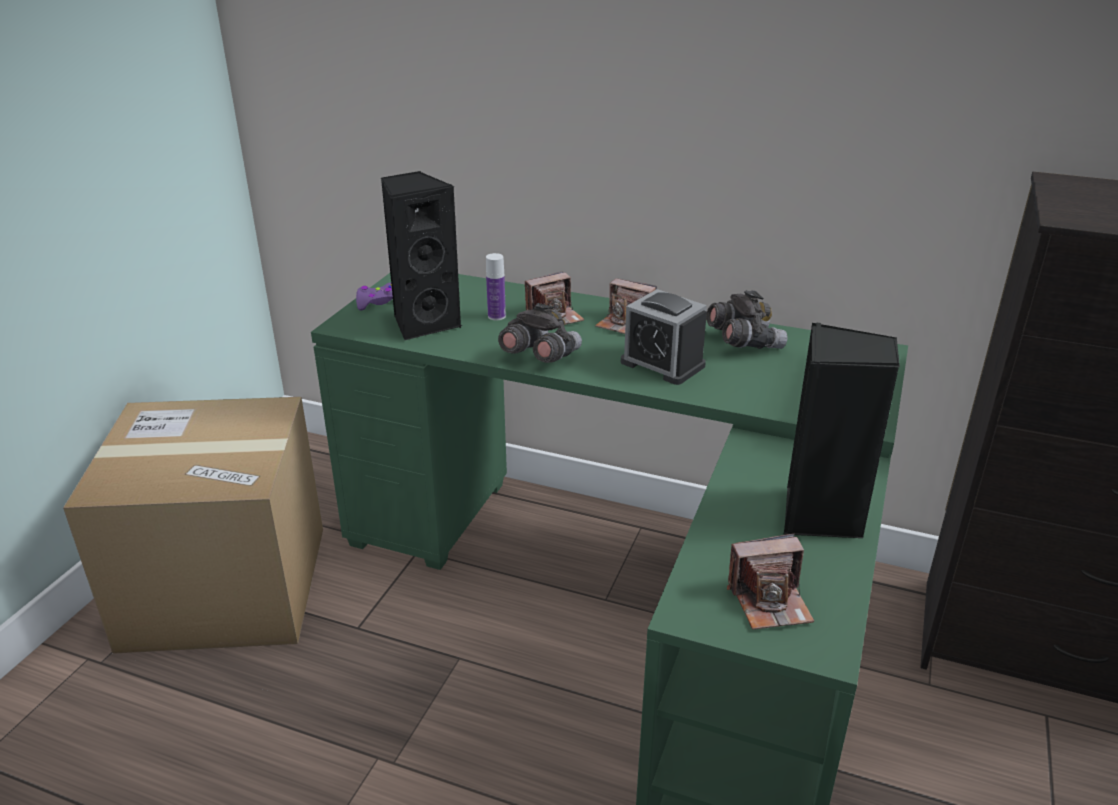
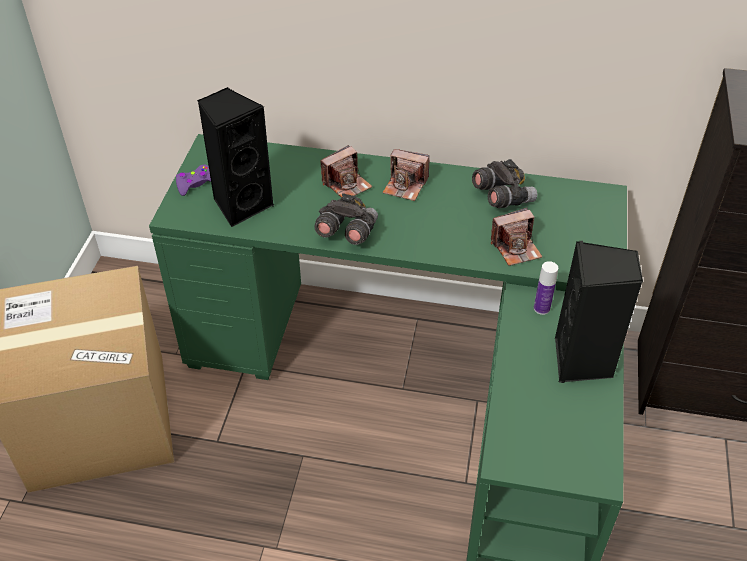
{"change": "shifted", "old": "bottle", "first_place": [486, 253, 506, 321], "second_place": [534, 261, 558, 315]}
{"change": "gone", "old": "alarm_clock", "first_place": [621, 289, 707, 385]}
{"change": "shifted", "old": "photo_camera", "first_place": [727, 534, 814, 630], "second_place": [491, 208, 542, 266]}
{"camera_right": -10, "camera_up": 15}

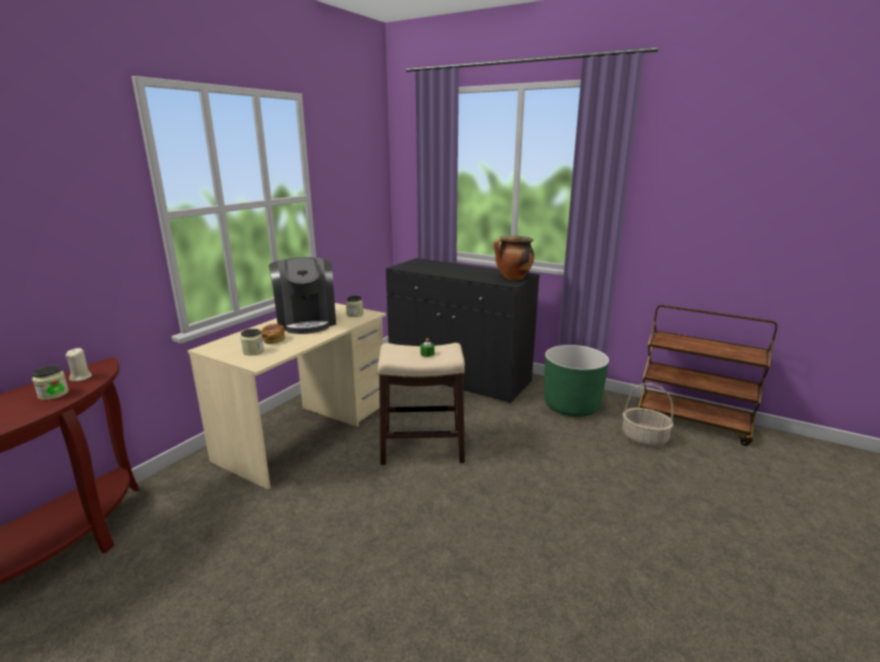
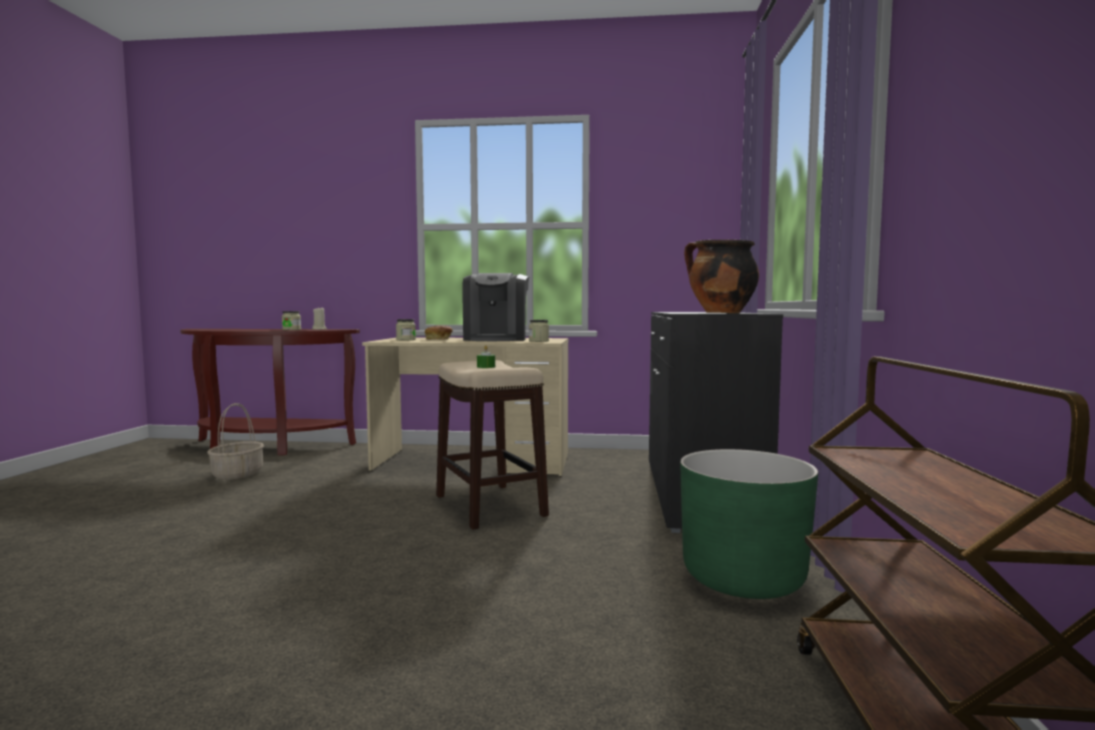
{"change": "rotated", "old": "coffee_machine", "first_place": [269, 257, 336, 334], "second_place": [462, 273, 529, 341], "degrees": -45}
{"change": "shifted", "old": "basket", "first_place": [622, 383, 673, 447], "second_place": [207, 403, 264, 480]}
{"camera_right": 65, "camera_up": -15}

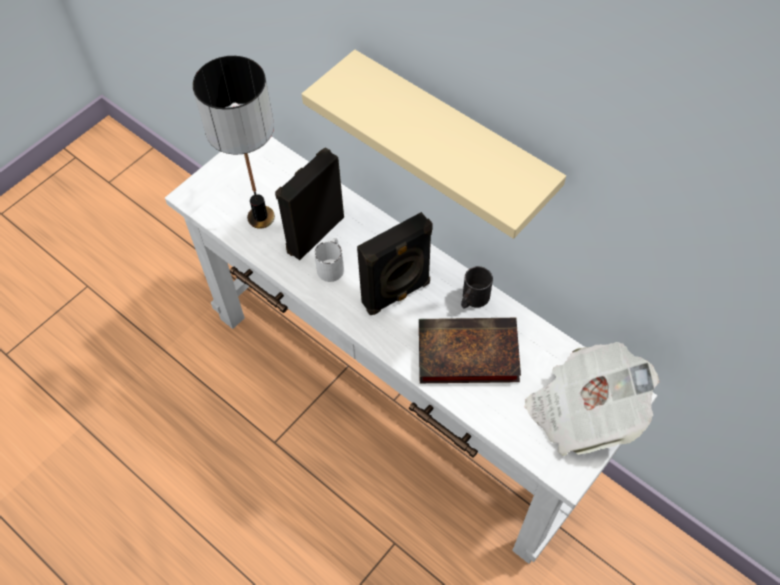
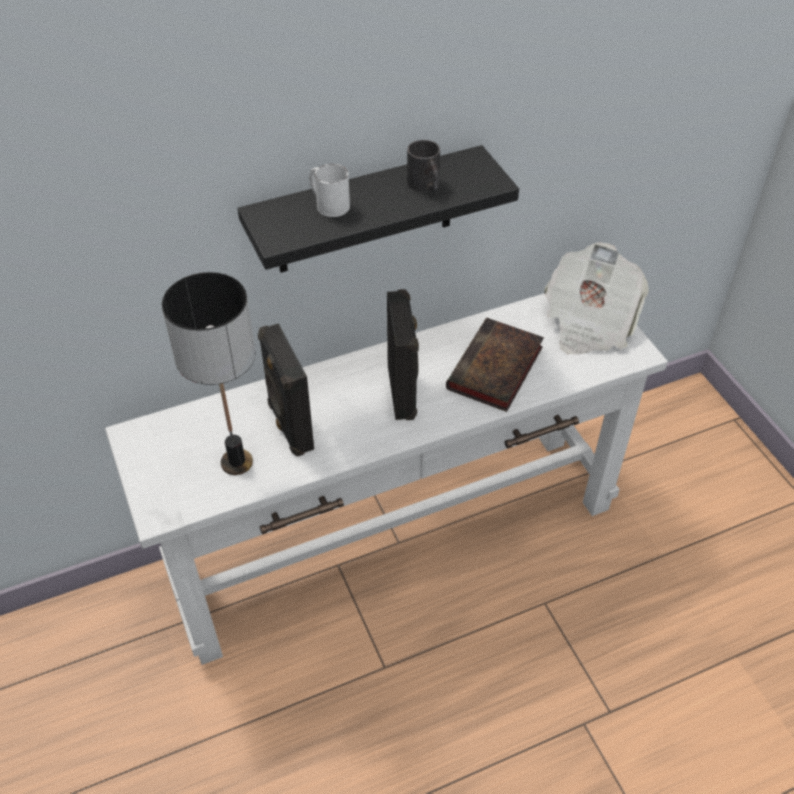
{"change": "repainted", "old": "beige_shelf", "new": "black_shelf", "first_place": [302, 50, 566, 239], "second_place": [238, 145, 519, 273]}
{"change": "shifted", "old": "white_mug", "first_place": [314, 238, 344, 282], "second_place": [309, 164, 350, 217]}
{"change": "shifted", "old": "black_mug", "first_place": [461, 266, 493, 308], "second_place": [407, 140, 440, 192]}
{"camera_right": -65, "camera_up": -10}

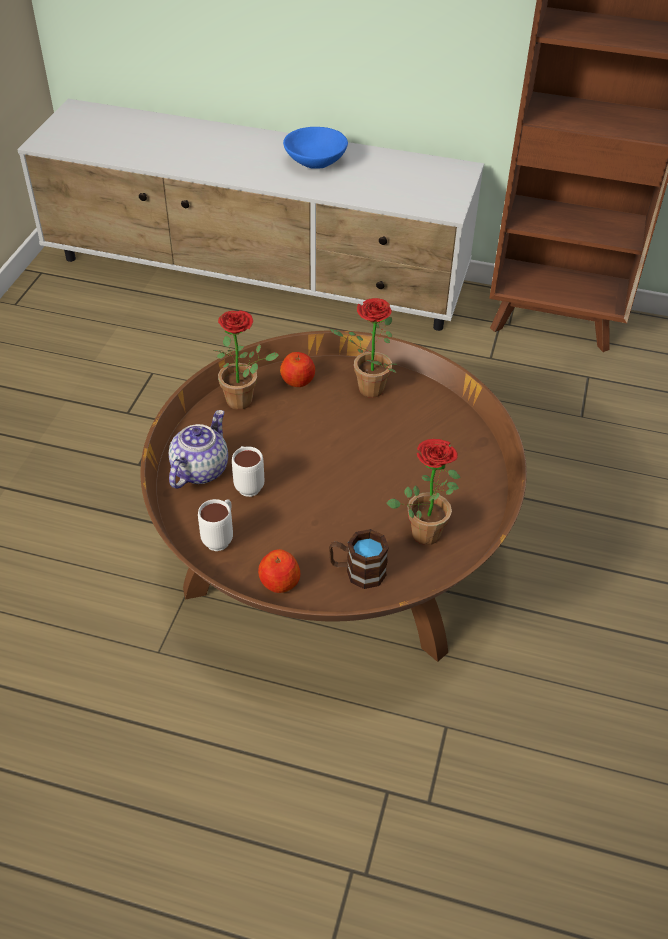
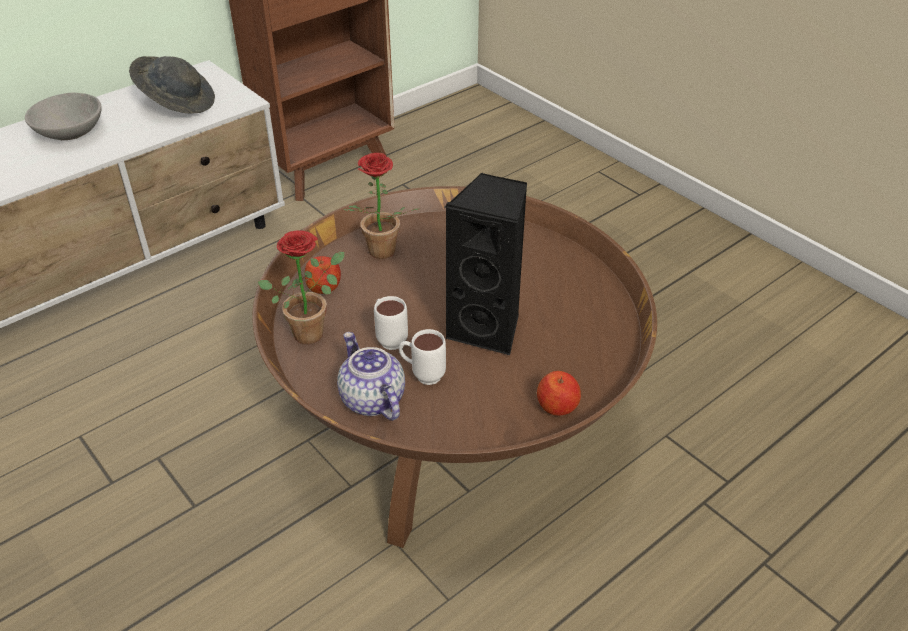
{"change": "repainted", "old": "blue_bowl", "new": "grey_bowl", "first_place": [283, 127, 348, 169], "second_place": [25, 93, 102, 140]}
{"change": "gone", "old": "potted_plant", "first_place": [386, 439, 461, 545]}
{"change": "shifted", "old": "white_mug", "first_place": [198, 499, 233, 551], "second_place": [374, 296, 408, 350]}
{"change": "gone", "old": "brown_mug", "first_place": [329, 529, 389, 589]}
{"change": "new", "new": "grey_hat", "second_place": [129, 56, 215, 113]}
{"change": "new", "new": "black_speaker", "second_place": [444, 173, 527, 356]}
{"camera_right": -55, "camera_up": -5}

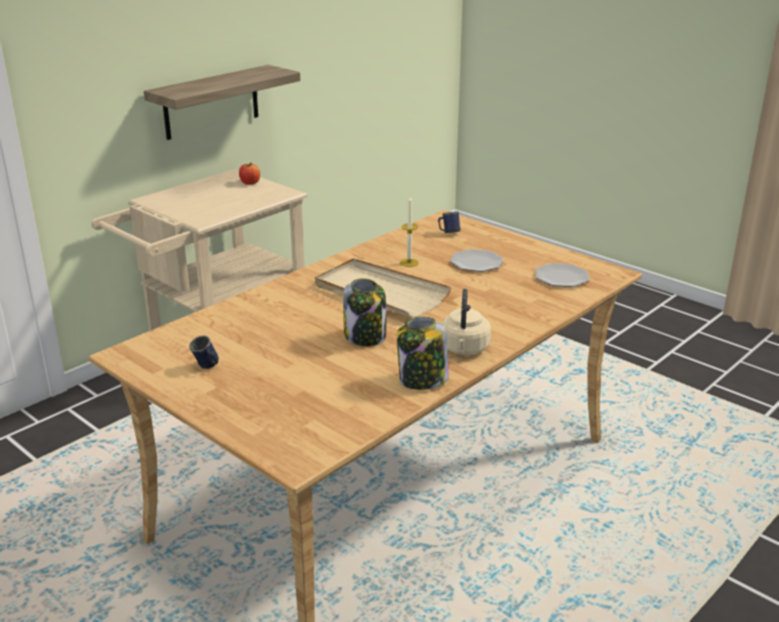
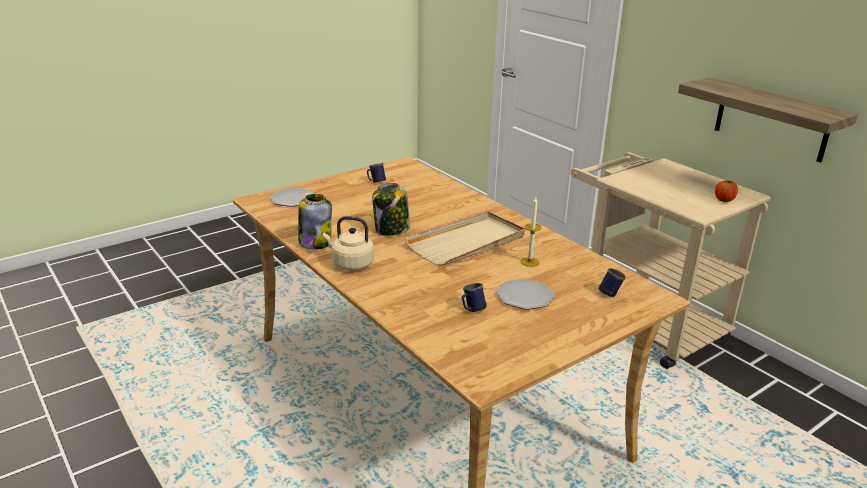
{"change": "shifted", "old": "plate", "first_place": [535, 263, 589, 287], "second_place": [270, 188, 314, 207]}
{"change": "new", "new": "blue_mug", "second_place": [462, 283, 487, 312]}
{"camera_right": 100, "camera_up": 0}

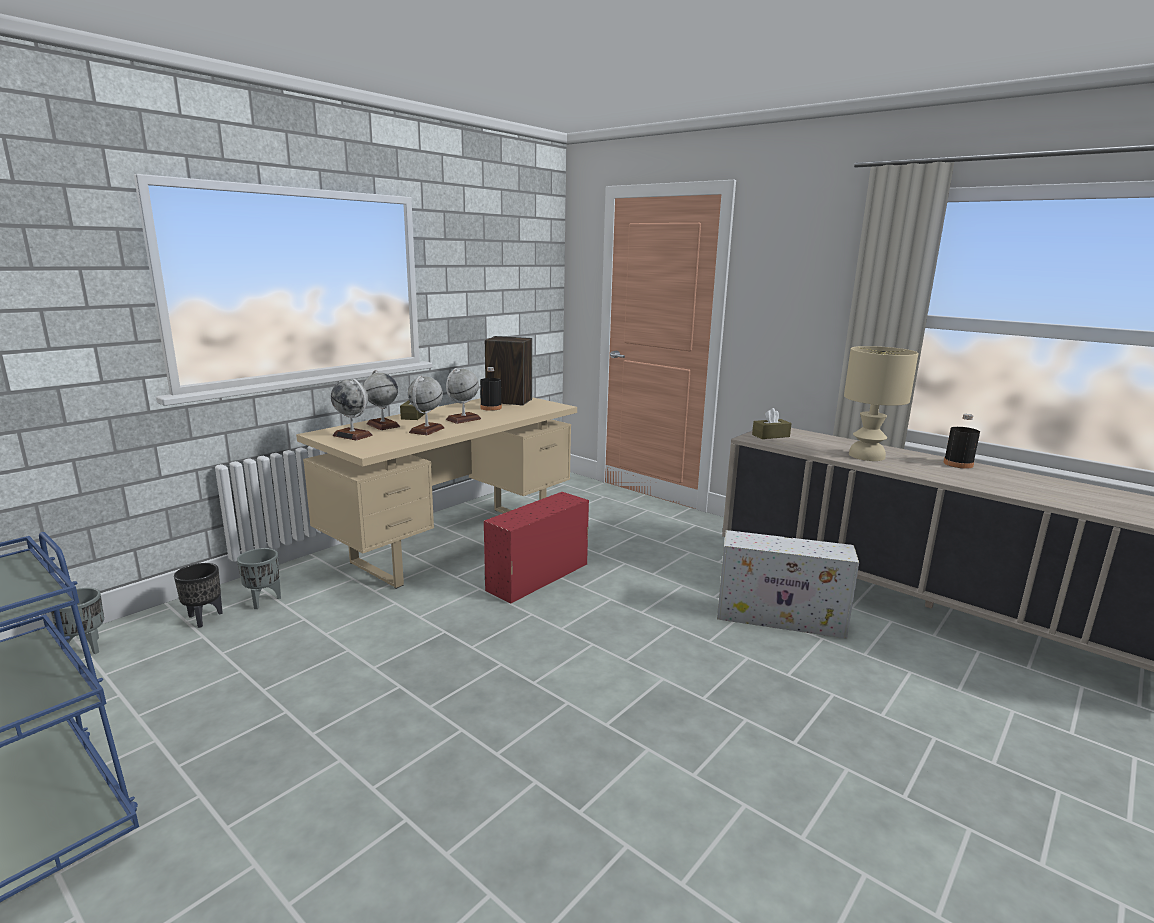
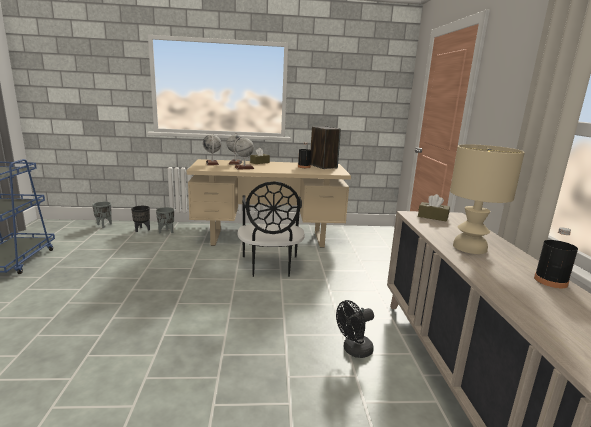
{"change": "gone", "old": "globe", "first_place": [446, 368, 481, 424]}
{"change": "swapped", "old": "red_storage_box", "new": "black_chair", "first_place": [484, 492, 589, 603], "second_place": [237, 182, 305, 277]}
{"change": "swapped", "old": "white_storage_box", "new": "black_fan", "first_place": [717, 530, 859, 639], "second_place": [336, 300, 374, 358]}
{"camera_right": 45, "camera_up": 0}

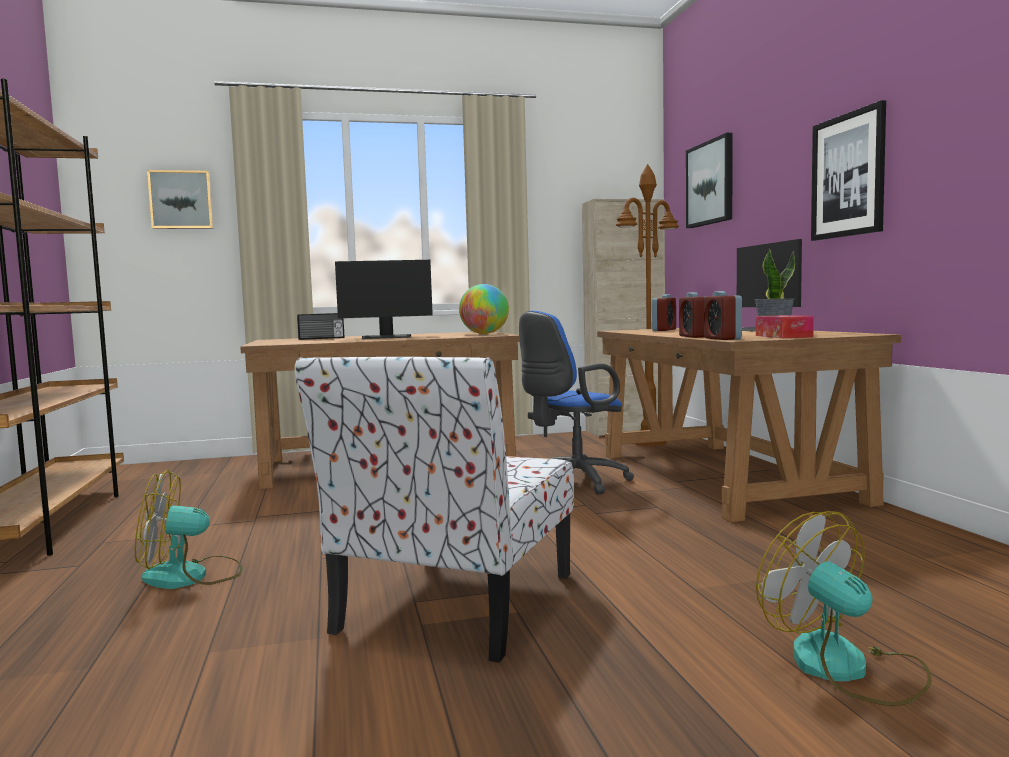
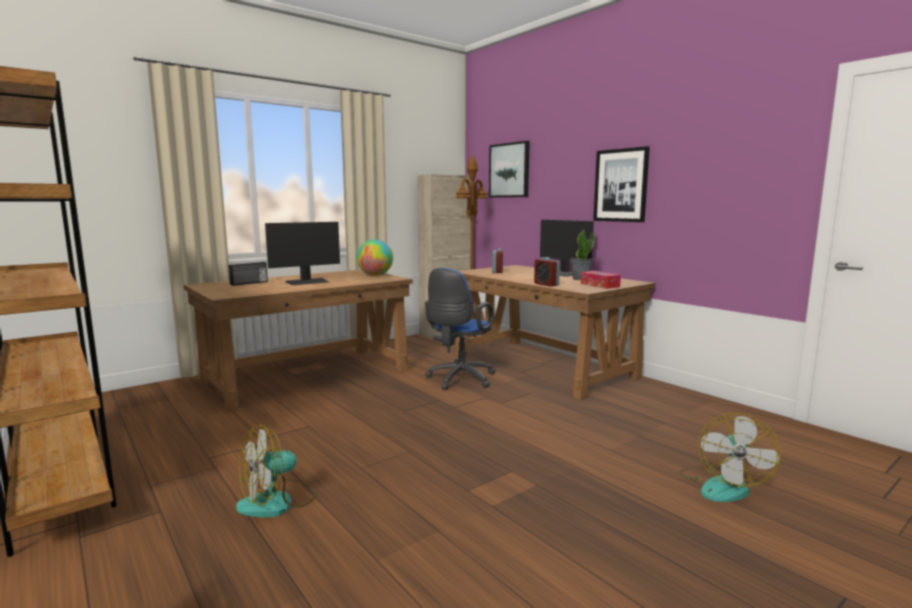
{"change": "gone", "old": "picture", "first_place": [147, 170, 213, 229]}
{"change": "gone", "old": "alarm_clock", "first_place": [704, 291, 742, 340]}
{"change": "gone", "old": "chair", "first_place": [294, 357, 574, 662]}
{"change": "rotated", "old": "fan", "first_place": [756, 511, 932, 706], "second_place": [680, 413, 781, 502], "degrees": -105}
{"camera_right": -25, "camera_up": 5}

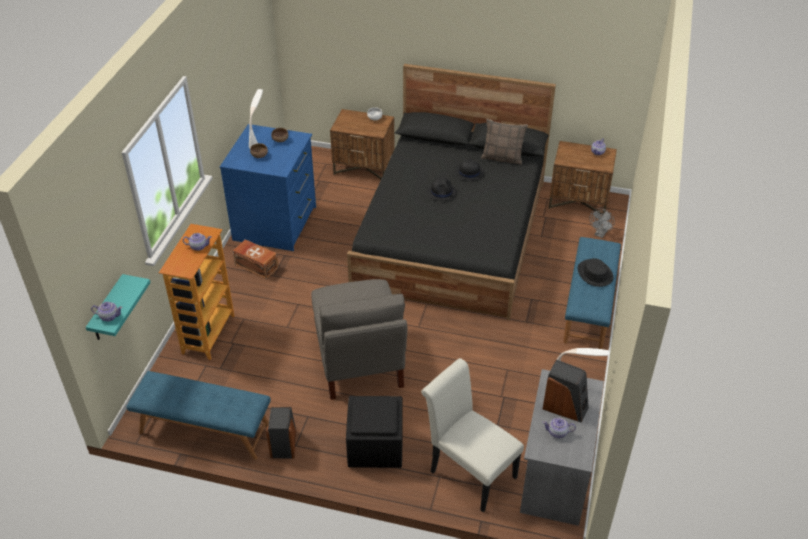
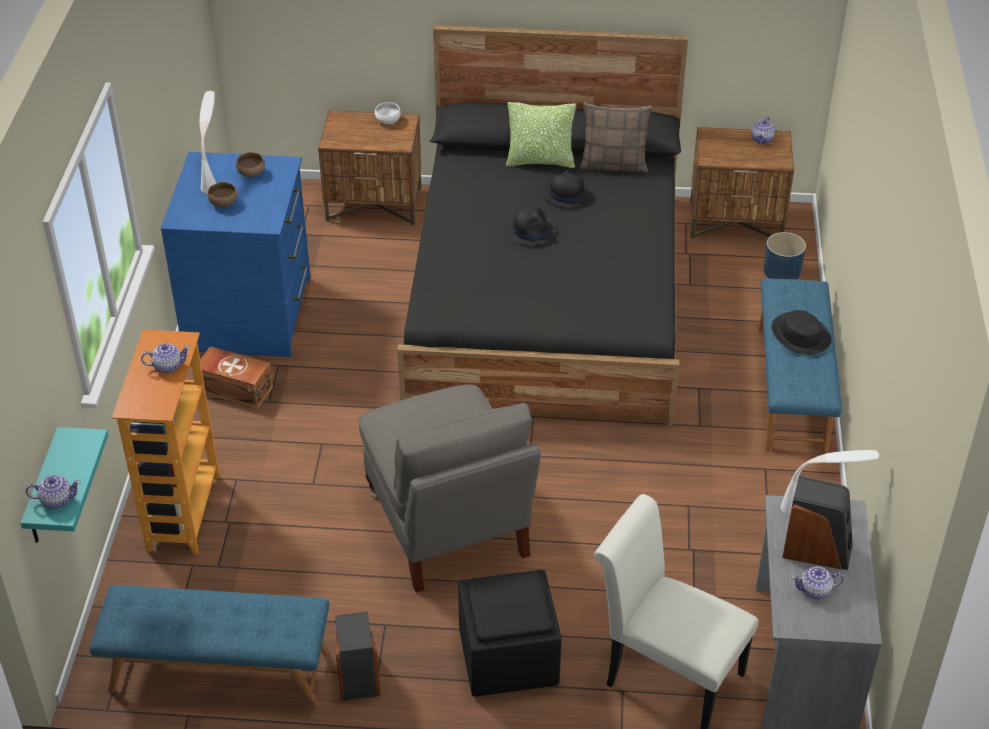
{"change": "swapped", "old": "grey_fan", "new": "blue_planter", "first_place": [589, 208, 615, 238], "second_place": [764, 232, 806, 279]}
{"change": "new", "new": "pillow", "second_place": [506, 102, 576, 168]}
{"camera_right": -10, "camera_up": 0}

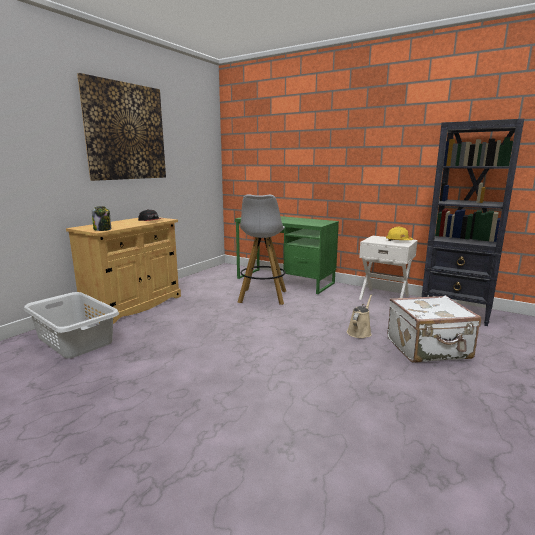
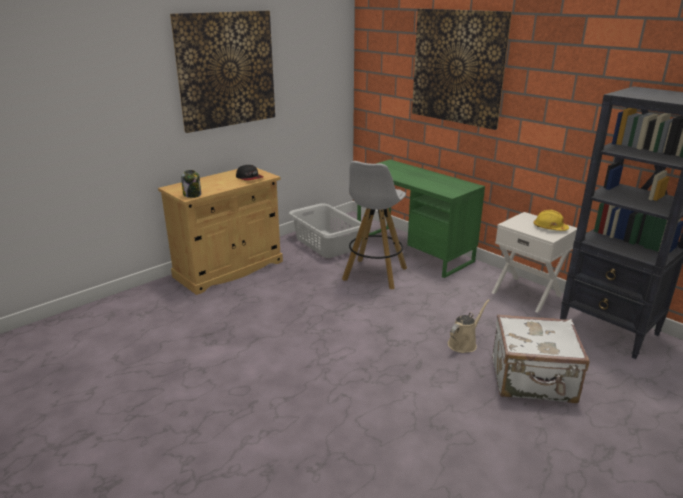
{"change": "shifted", "old": "grey_laundry_basket", "first_place": [24, 292, 119, 358], "second_place": [288, 203, 361, 258]}
{"change": "new", "new": "picture", "second_place": [412, 9, 512, 130]}
{"camera_right": 15, "camera_up": 10}

